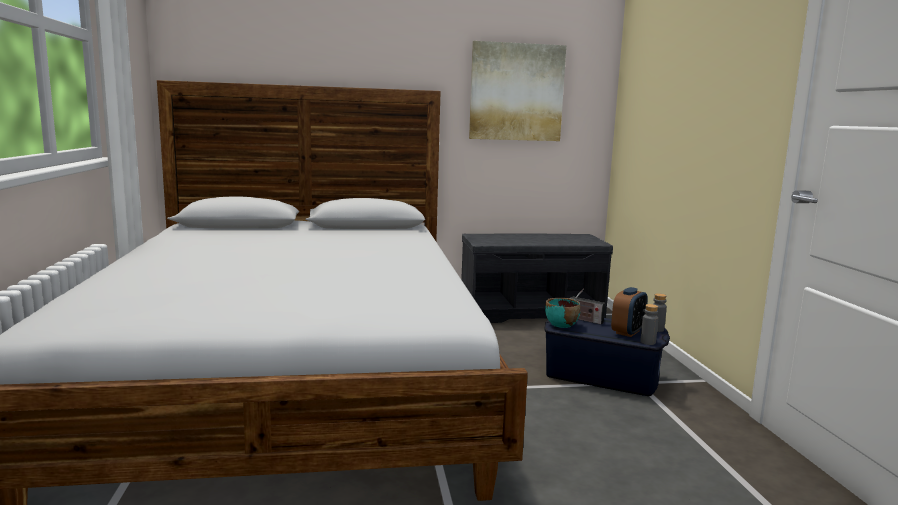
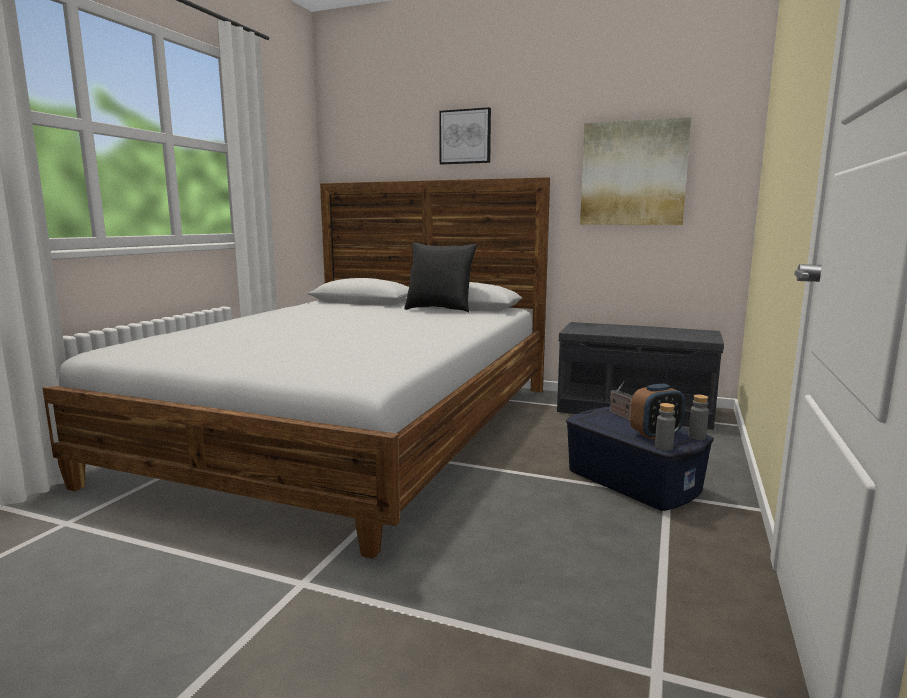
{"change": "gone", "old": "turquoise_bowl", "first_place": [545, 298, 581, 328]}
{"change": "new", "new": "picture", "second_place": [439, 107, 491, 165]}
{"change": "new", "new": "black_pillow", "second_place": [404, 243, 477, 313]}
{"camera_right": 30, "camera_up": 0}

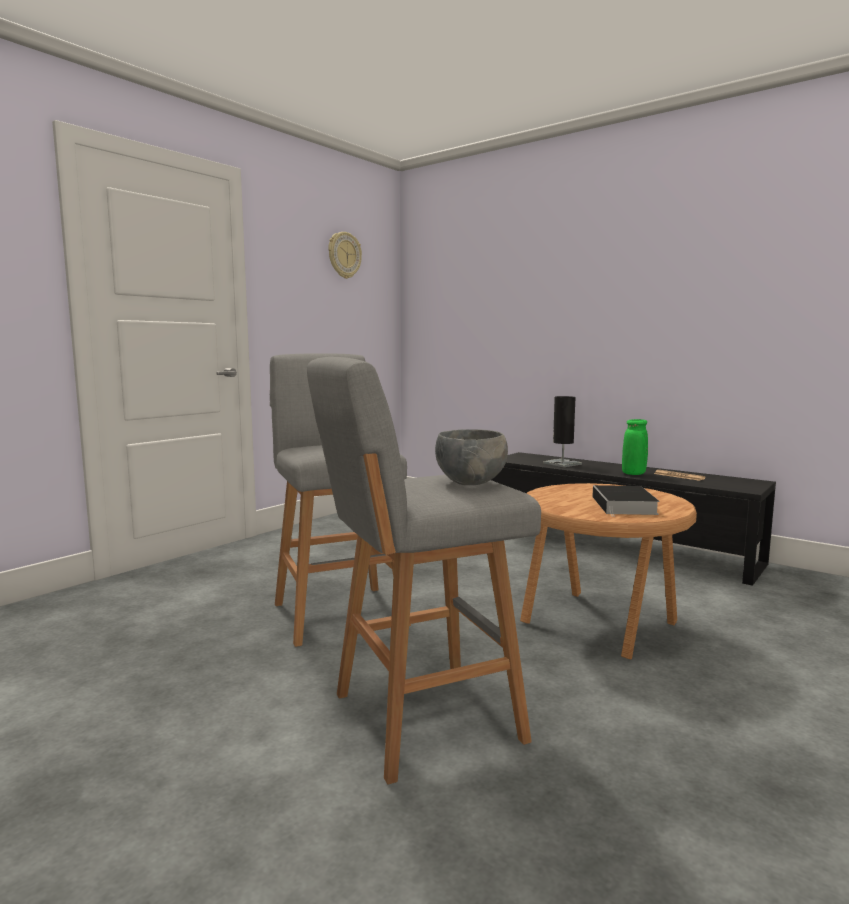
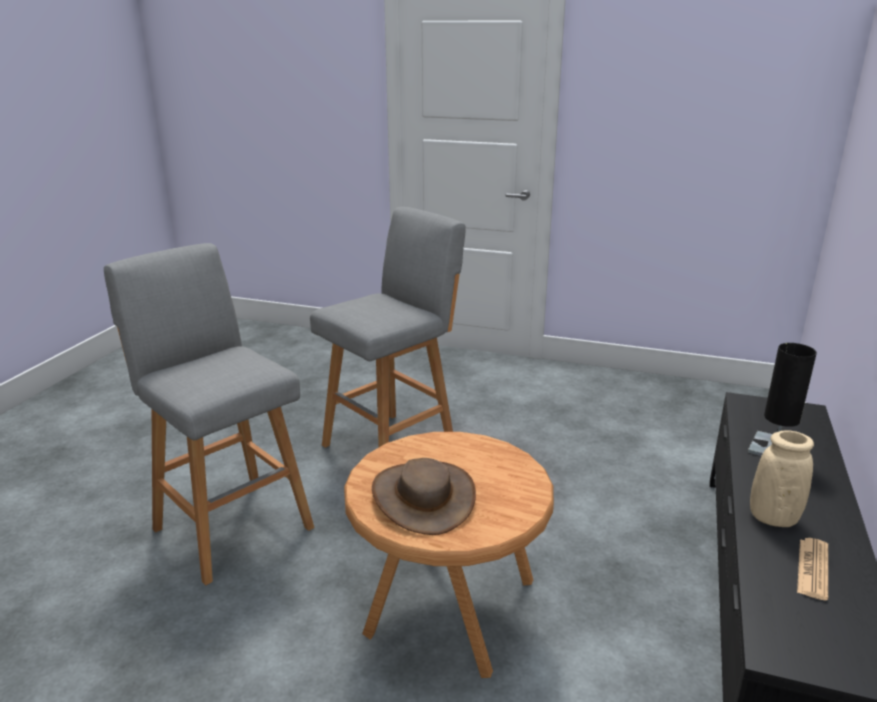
{"change": "gone", "old": "wall_clock", "first_place": [329, 232, 362, 279]}
{"change": "repainted", "old": "green_vase", "new": "beige_vase", "first_place": [622, 419, 648, 475], "second_place": [750, 430, 814, 527]}
{"change": "gone", "old": "grey_bowl", "first_place": [435, 429, 508, 485]}
{"change": "swapped", "old": "book", "new": "brown_hat", "first_place": [592, 485, 660, 517], "second_place": [372, 458, 476, 535]}
{"camera_right": 70, "camera_up": 15}

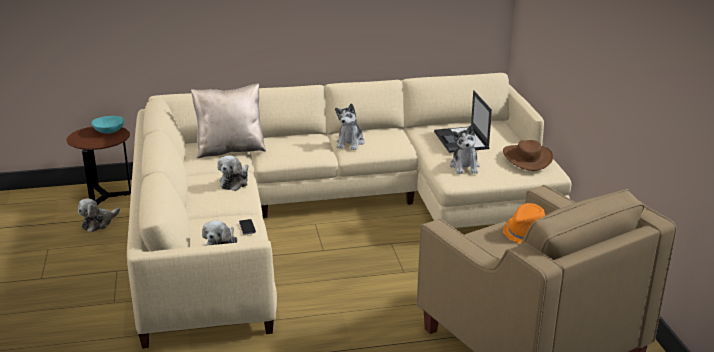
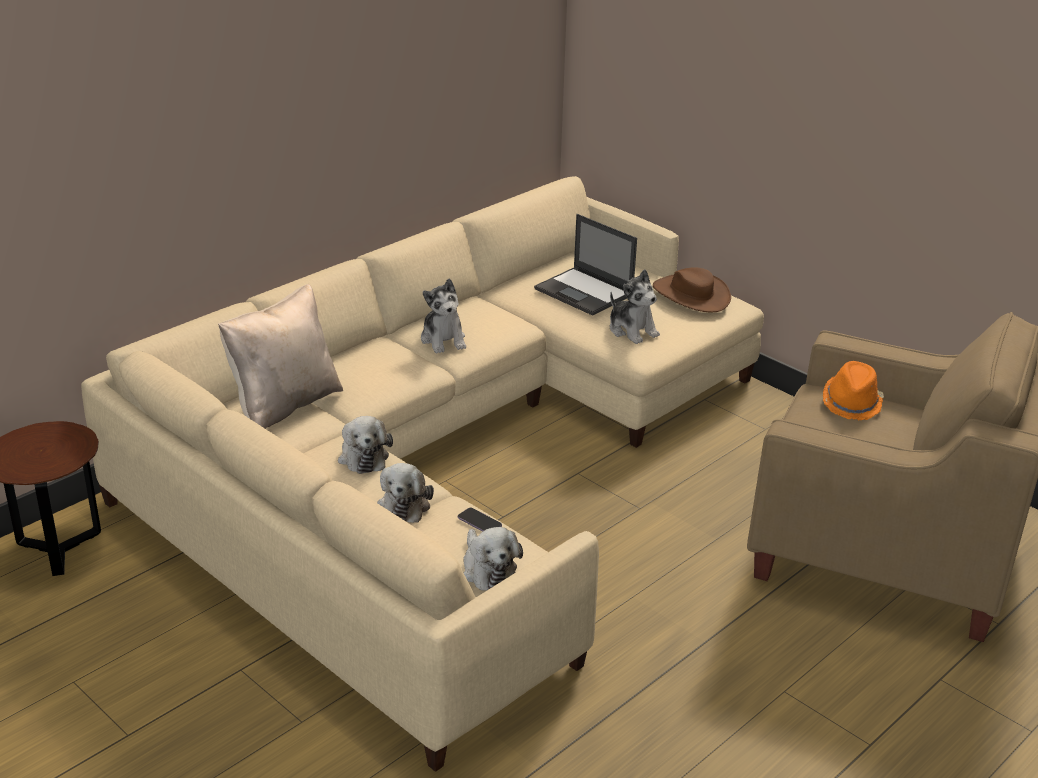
{"change": "gone", "old": "turquoise_bowl", "first_place": [91, 116, 124, 134]}
{"change": "shifted", "old": "plush_toy", "first_place": [78, 198, 120, 232], "second_place": [377, 463, 434, 523]}
{"camera_right": -35, "camera_up": 5}

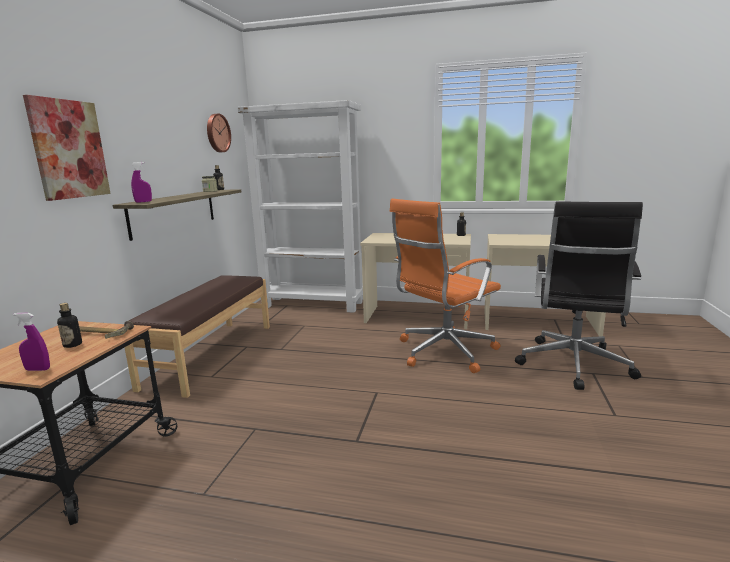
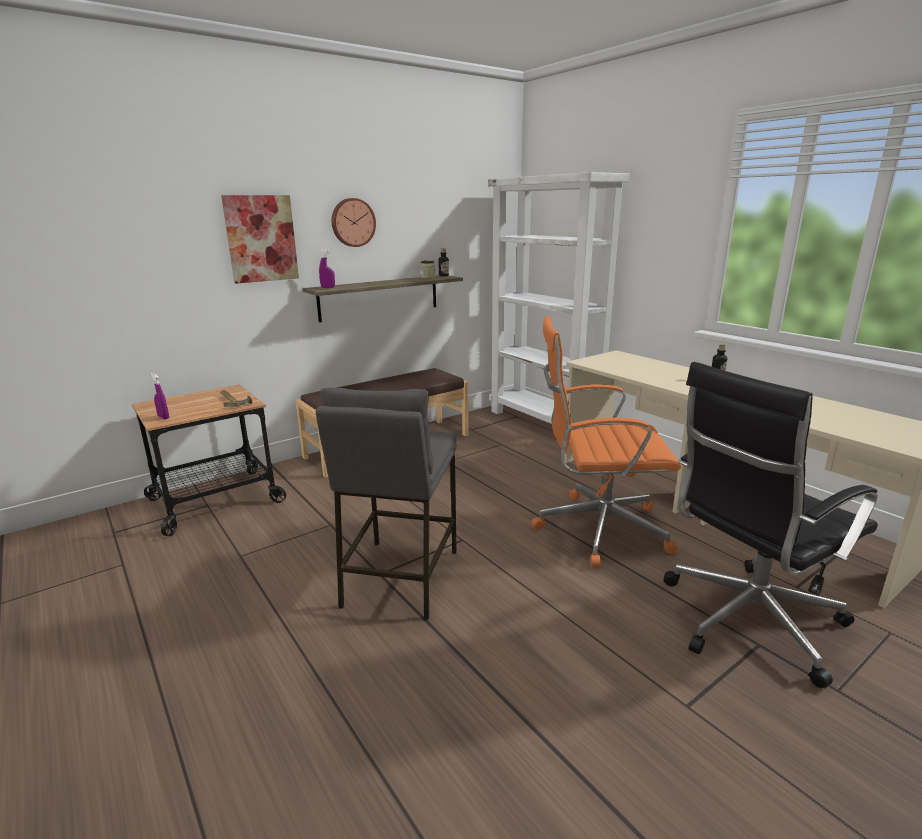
{"change": "shifted", "old": "wall_clock", "first_place": [207, 114, 231, 152], "second_place": [331, 198, 376, 247]}
{"change": "gone", "old": "bottle", "first_place": [57, 303, 82, 348]}
{"change": "new", "new": "grey_stool", "second_place": [316, 388, 457, 620]}
{"camera_right": 40, "camera_up": 5}

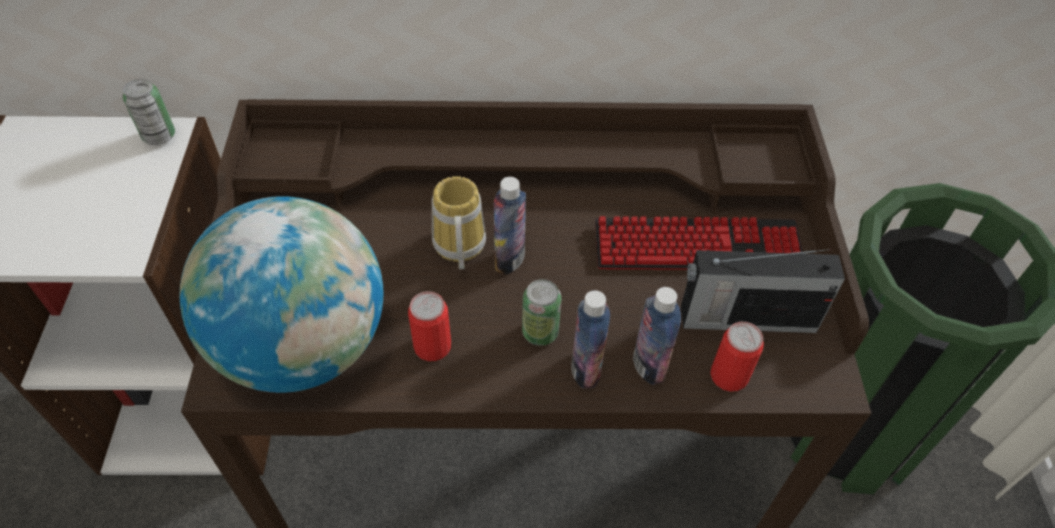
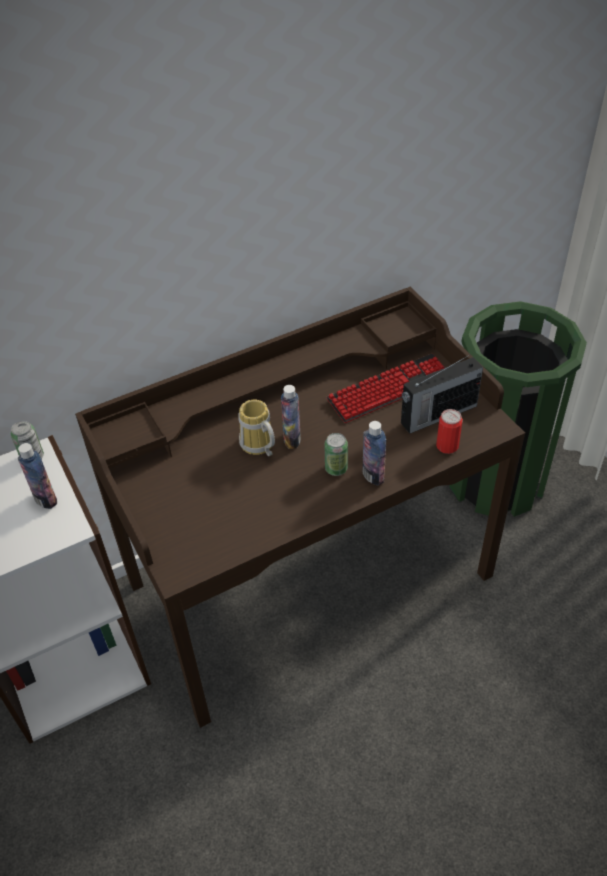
{"change": "gone", "old": "globe", "first_place": [179, 196, 383, 393]}
{"change": "shifted", "old": "bottle", "first_place": [633, 287, 681, 385], "second_place": [18, 443, 57, 509]}
{"change": "gone", "old": "can", "first_place": [408, 291, 451, 361]}
{"camera_right": -25, "camera_up": -5}

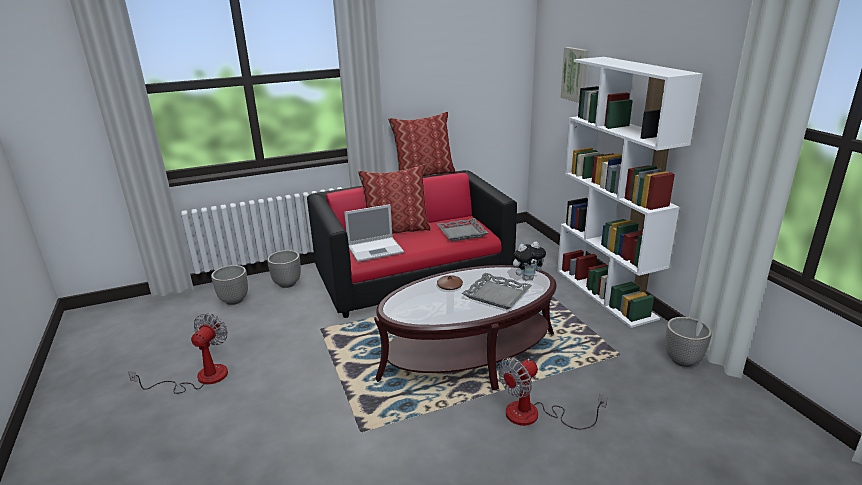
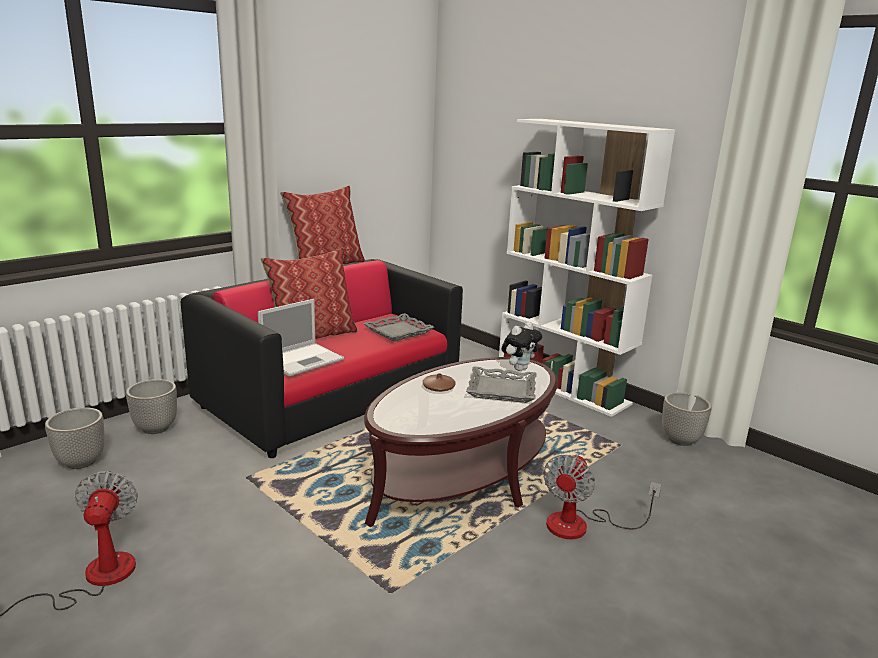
{"change": "gone", "old": "picture", "first_place": [560, 47, 588, 103]}
{"camera_right": -25, "camera_up": -5}

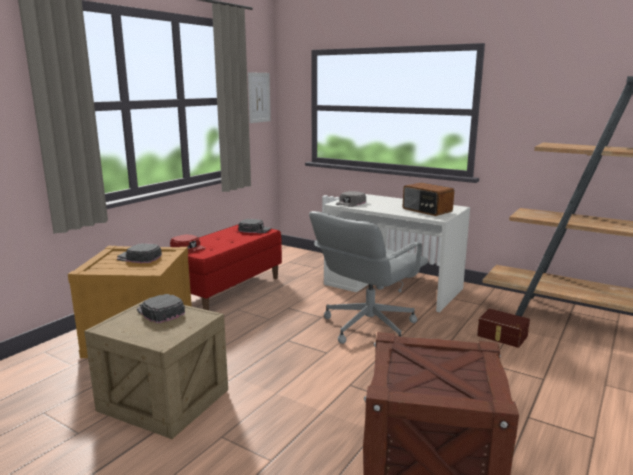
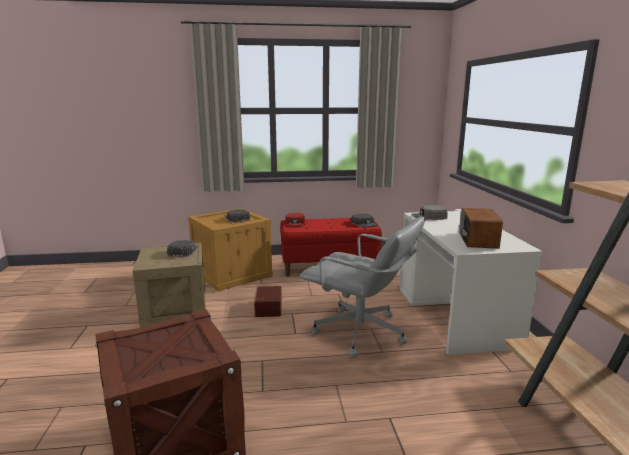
{"change": "gone", "old": "picture", "first_place": [248, 72, 271, 123]}
{"change": "rotated", "old": "grey_office_chair", "first_place": [309, 211, 428, 344], "second_place": [300, 216, 425, 357], "degrees": -150}
{"change": "shifted", "old": "brown_storage_box", "first_place": [477, 309, 530, 348], "second_place": [254, 286, 282, 317]}
{"camera_right": 50, "camera_up": 0}

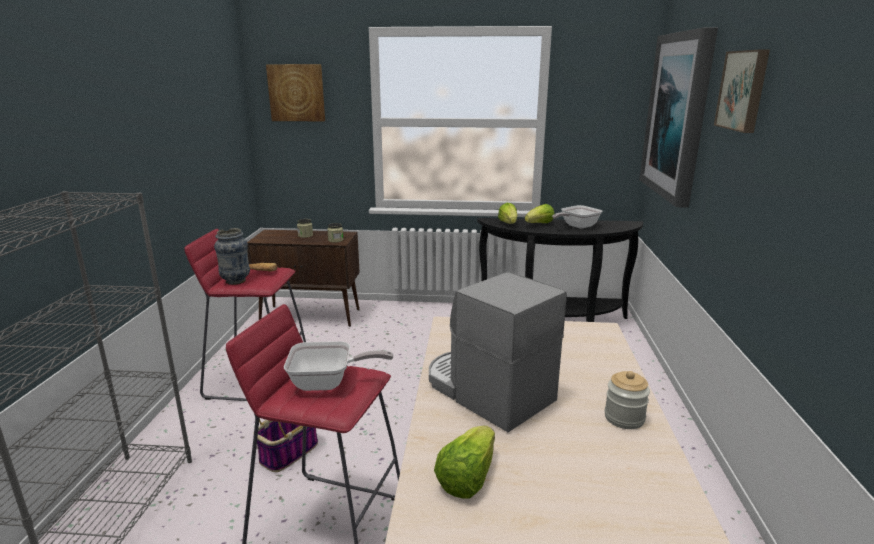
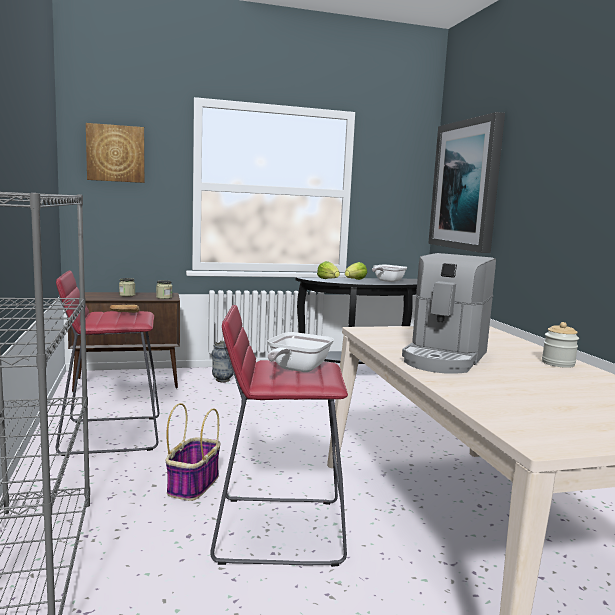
{"change": "gone", "old": "picture", "first_place": [714, 50, 770, 133]}
{"change": "shifted", "old": "vase", "first_place": [214, 228, 250, 285], "second_place": [212, 341, 234, 382]}
{"change": "rotated", "old": "coffee_machine", "first_place": [429, 272, 567, 432], "second_place": [402, 253, 496, 374], "degrees": -90}
{"change": "rotated", "old": "frying_pan", "first_place": [284, 341, 393, 391], "second_place": [268, 332, 334, 372], "degrees": 135}
{"change": "gone", "old": "lettuce", "first_place": [434, 426, 495, 499]}
{"camera_right": -20, "camera_up": -10}

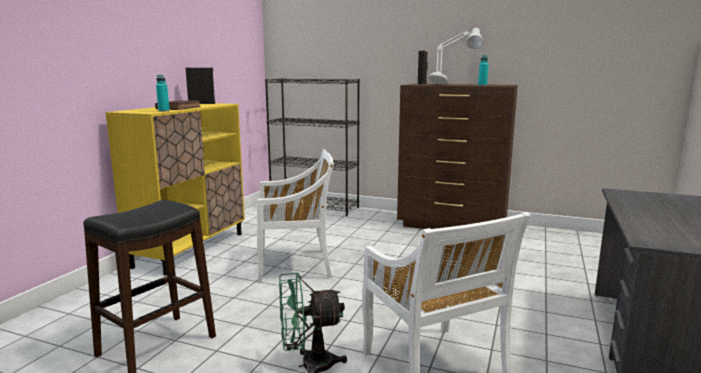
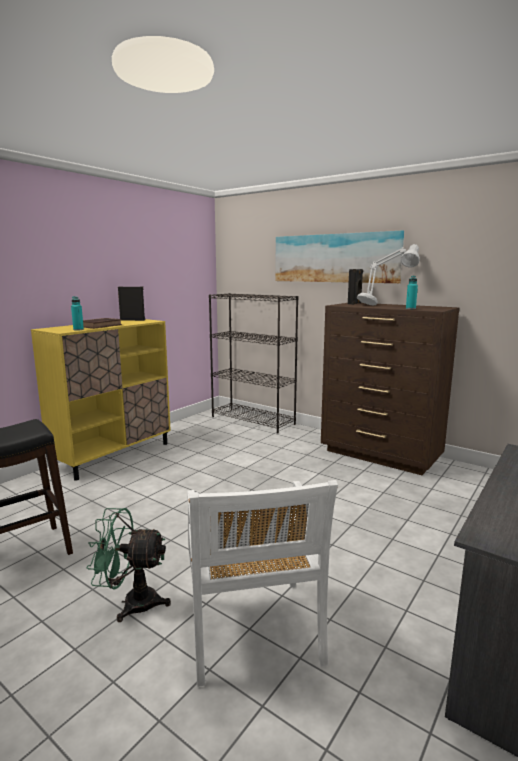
{"change": "gone", "old": "white_chair", "first_place": [257, 149, 334, 283]}
{"change": "new", "new": "picture", "second_place": [275, 231, 404, 283]}
{"camera_right": 15, "camera_up": 0}

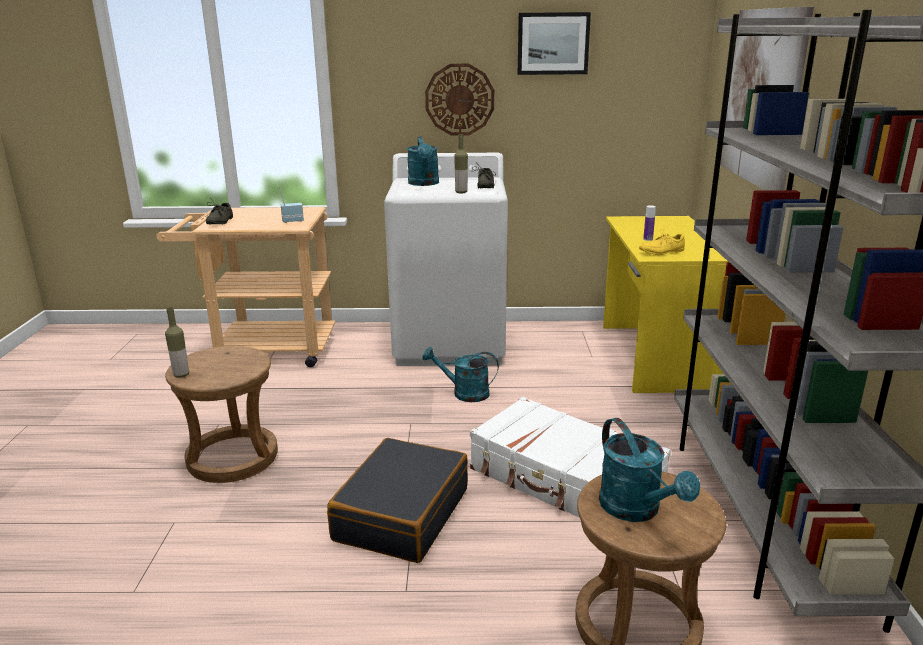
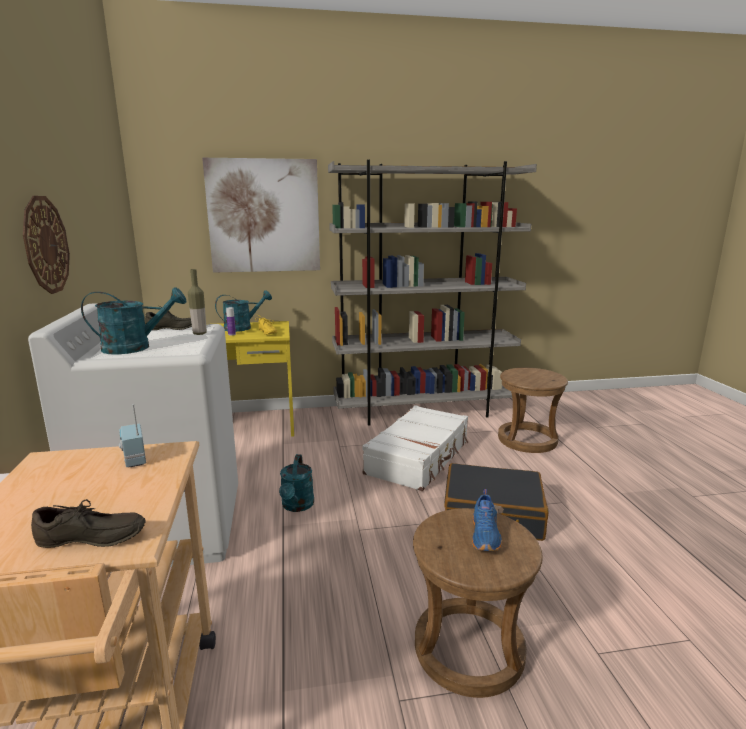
{"change": "gone", "old": "picture", "first_place": [518, 12, 591, 75]}
{"change": "gone", "old": "bottle", "first_place": [165, 307, 189, 378]}
{"change": "shifted", "old": "turquoise_watering_can", "first_place": [599, 418, 700, 522], "second_place": [215, 290, 272, 332]}
{"change": "new", "new": "blue_shoe", "second_place": [472, 489, 502, 551]}
{"camera_right": -100, "camera_up": -5}

